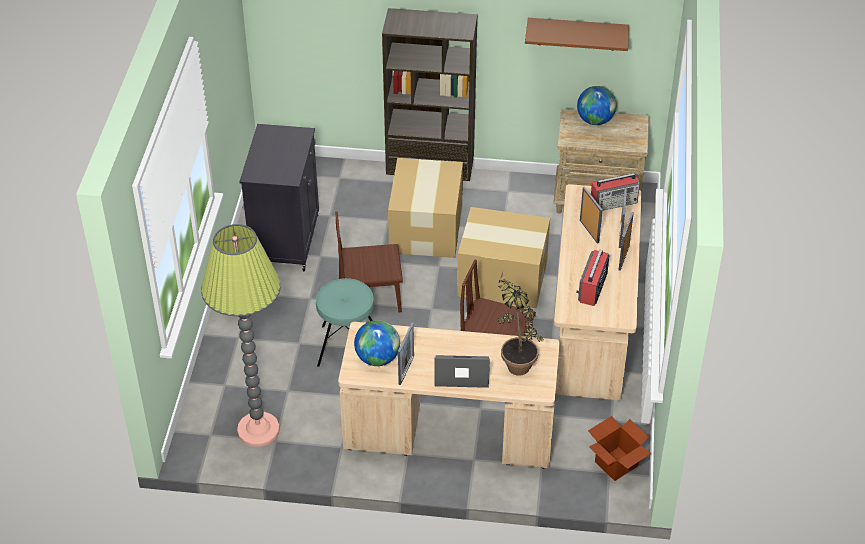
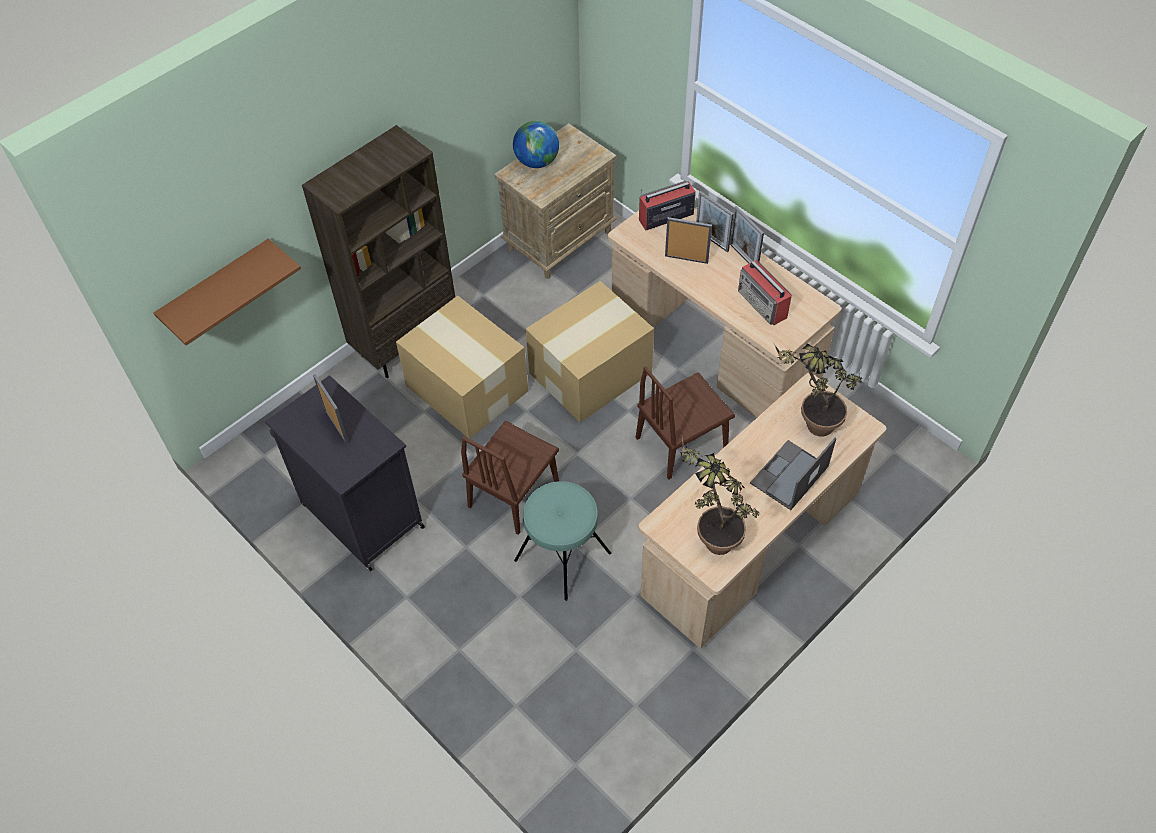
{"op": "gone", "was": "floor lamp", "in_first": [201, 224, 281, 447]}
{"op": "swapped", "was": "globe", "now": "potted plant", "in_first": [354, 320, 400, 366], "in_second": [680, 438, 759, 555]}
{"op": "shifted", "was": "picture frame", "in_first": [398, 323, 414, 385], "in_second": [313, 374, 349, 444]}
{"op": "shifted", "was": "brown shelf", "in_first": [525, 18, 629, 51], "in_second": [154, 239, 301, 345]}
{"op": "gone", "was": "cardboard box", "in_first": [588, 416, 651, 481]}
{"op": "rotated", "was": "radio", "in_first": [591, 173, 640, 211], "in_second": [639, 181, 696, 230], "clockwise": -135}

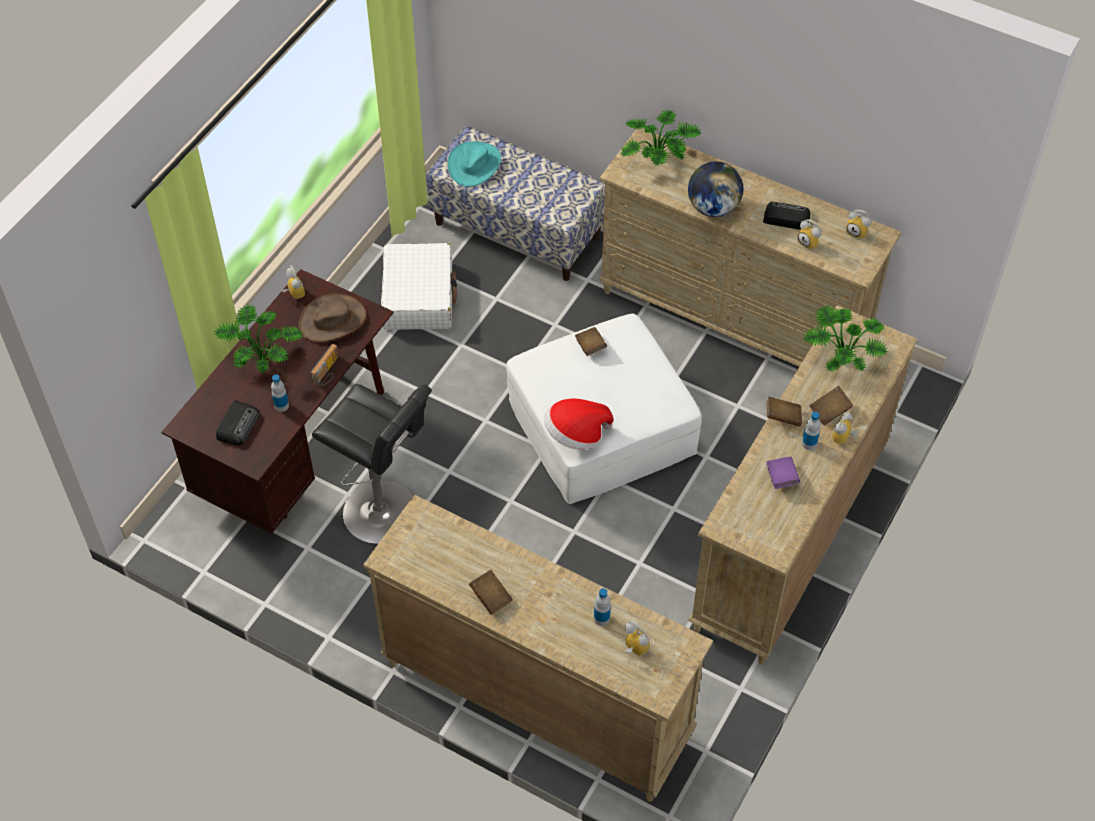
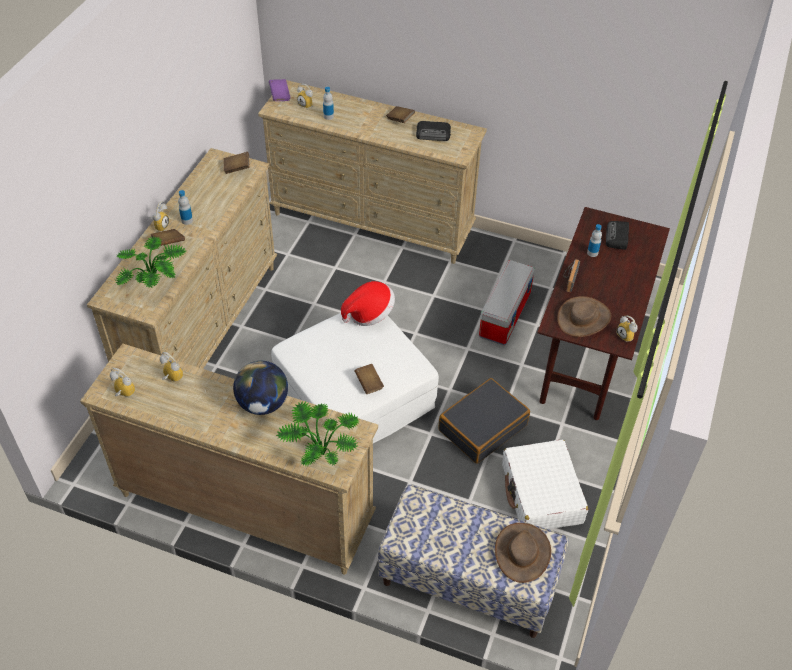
{"op": "gone", "was": "potted plant", "in_first": [214, 304, 303, 373]}
{"op": "swapped", "was": "black stool", "now": "storage box", "in_first": [312, 384, 432, 544], "in_second": [479, 260, 535, 345]}
{"op": "repainted", "was": "turquoise hat", "now": "brown hat", "in_first": [448, 141, 501, 187], "in_second": [495, 523, 551, 583]}
{"op": "shifted", "was": "radio", "in_first": [763, 202, 810, 230], "in_second": [416, 121, 451, 141]}
{"op": "shifted", "was": "brown book", "in_first": [766, 397, 802, 426], "in_second": [224, 152, 250, 174]}
{"op": "shifted", "was": "purple book", "in_first": [766, 456, 800, 489], "in_second": [269, 79, 291, 101]}
{"op": "new", "now": "black suitcase", "in_second": [439, 378, 530, 464]}

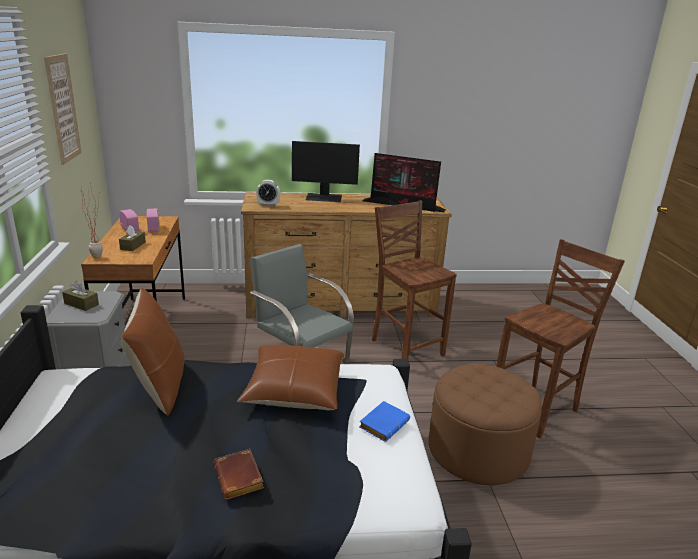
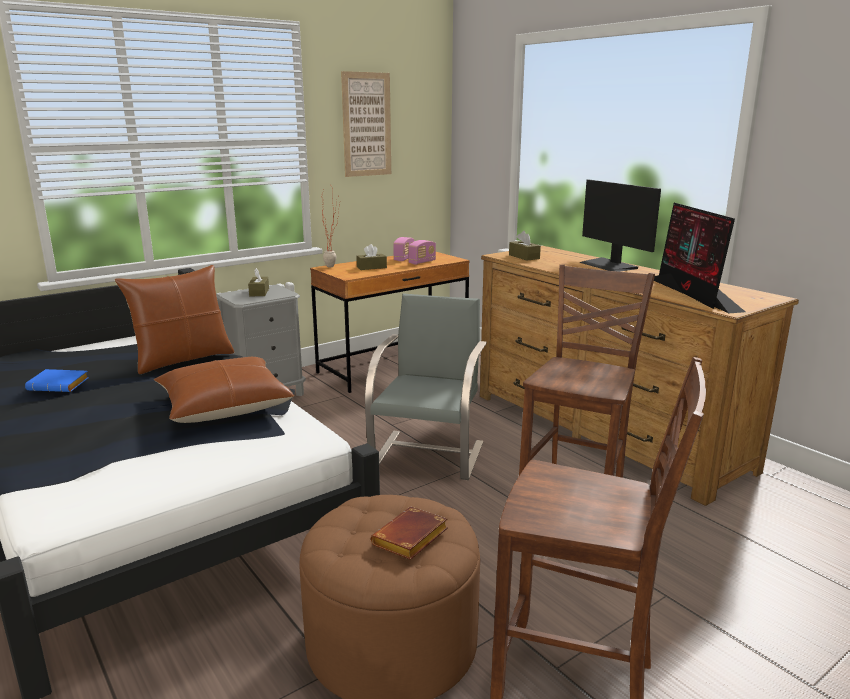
{"op": "shifted", "was": "brown book", "in_first": [213, 449, 264, 500], "in_second": [371, 507, 448, 560]}
{"op": "swapped", "was": "alarm clock", "now": "brown tissue box", "in_first": [256, 180, 280, 206], "in_second": [509, 231, 541, 261]}
{"op": "shifted", "was": "blue book", "in_first": [359, 401, 410, 442], "in_second": [25, 369, 89, 392]}

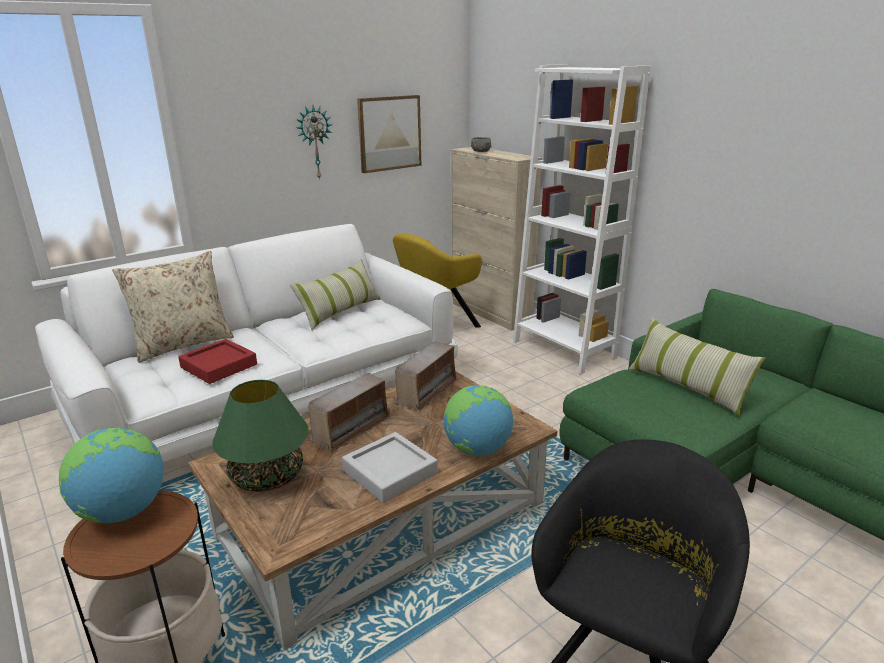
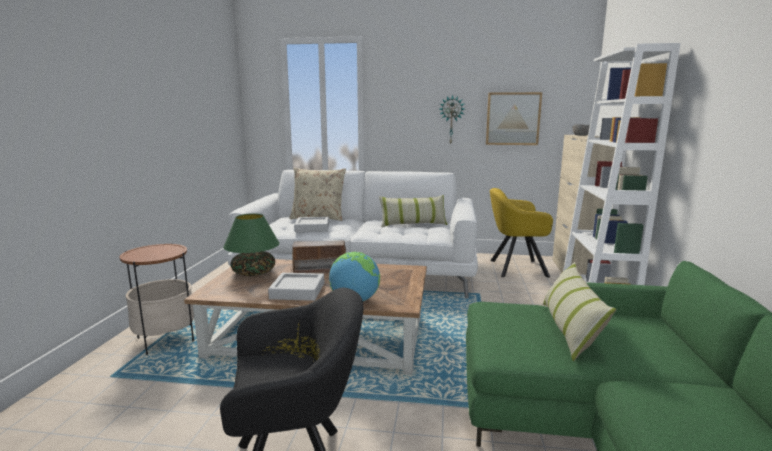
{"op": "gone", "was": "globe", "in_first": [59, 428, 164, 523]}
{"op": "repainted", "was": "red tray", "now": "grey tray", "in_first": [178, 339, 257, 384], "in_second": [294, 217, 329, 232]}
{"op": "gone", "was": "radio", "in_first": [393, 341, 458, 411]}

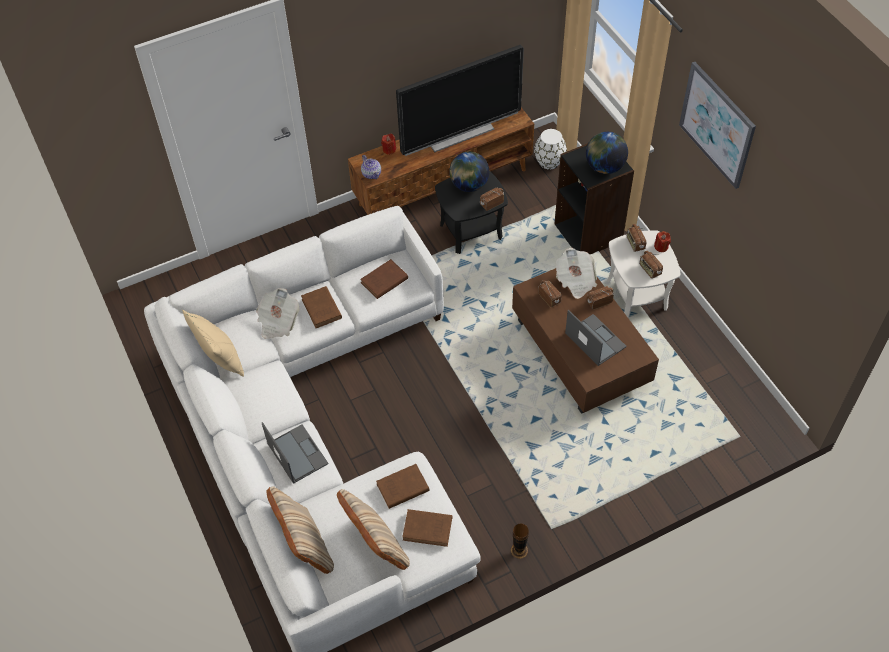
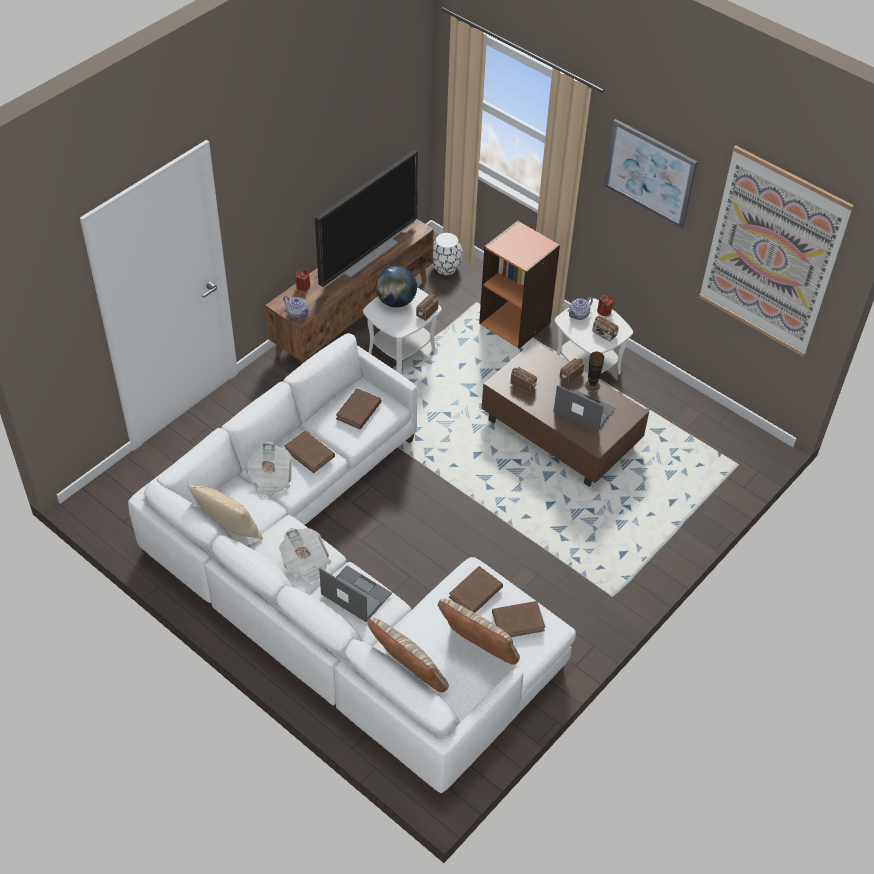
{"op": "repainted", "was": "black side table", "now": "white side table", "in_first": [435, 171, 508, 254], "in_second": [363, 288, 442, 375]}
{"op": "shifted", "was": "vase", "in_first": [511, 523, 529, 559], "in_second": [584, 352, 604, 392]}
{"op": "repainted", "was": "black bookcase", "now": "orange bookcase", "in_first": [555, 143, 634, 254], "in_second": [479, 221, 560, 349]}
{"op": "shifted", "was": "newspaper", "in_first": [556, 248, 597, 299], "in_second": [279, 528, 331, 583]}
{"op": "gone", "was": "globe", "in_first": [586, 132, 628, 174]}
{"op": "swapped", "was": "radio", "now": "teapot", "in_first": [627, 224, 647, 252], "in_second": [568, 297, 593, 320]}
{"op": "new", "now": "picture", "in_second": [699, 145, 854, 357]}

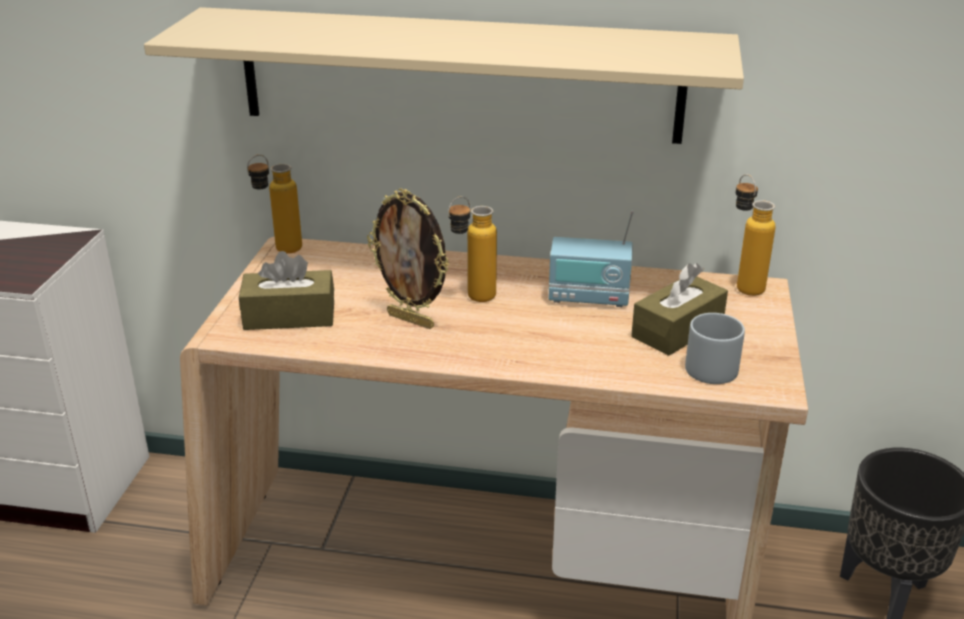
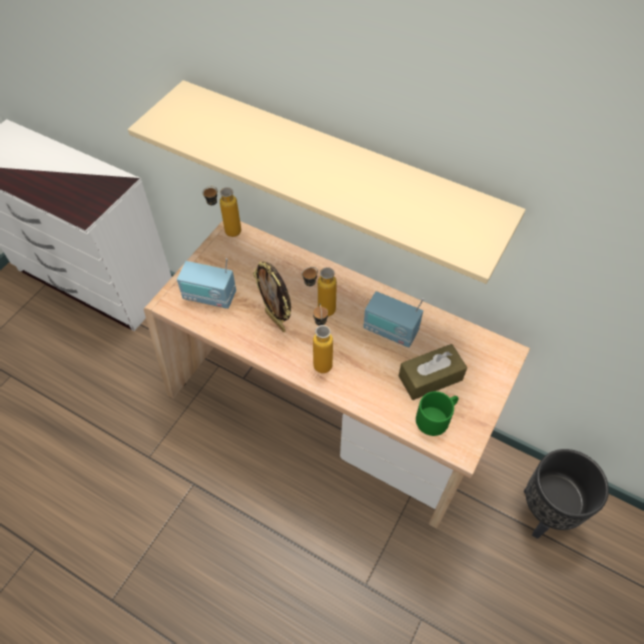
{"op": "swapped", "was": "brown tissue box", "now": "radio", "in_first": [239, 251, 334, 330], "in_second": [177, 258, 236, 309]}
{"op": "repainted", "was": "grey mug", "now": "green mug", "in_first": [685, 313, 745, 384], "in_second": [416, 391, 459, 436]}
{"op": "shifted", "was": "bottle", "in_first": [736, 174, 776, 296], "in_second": [313, 303, 333, 373]}

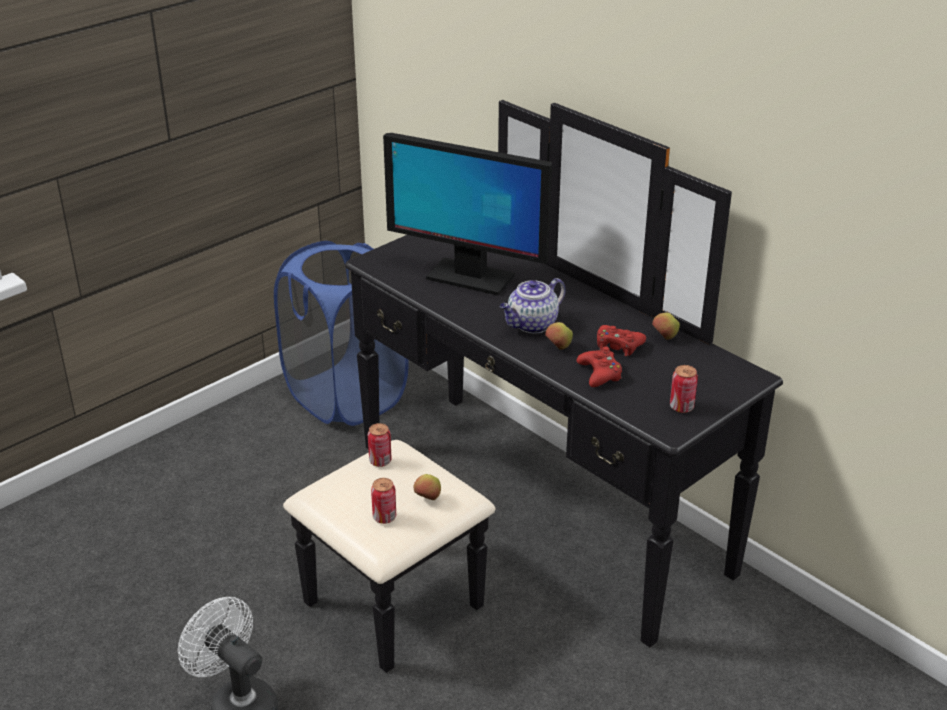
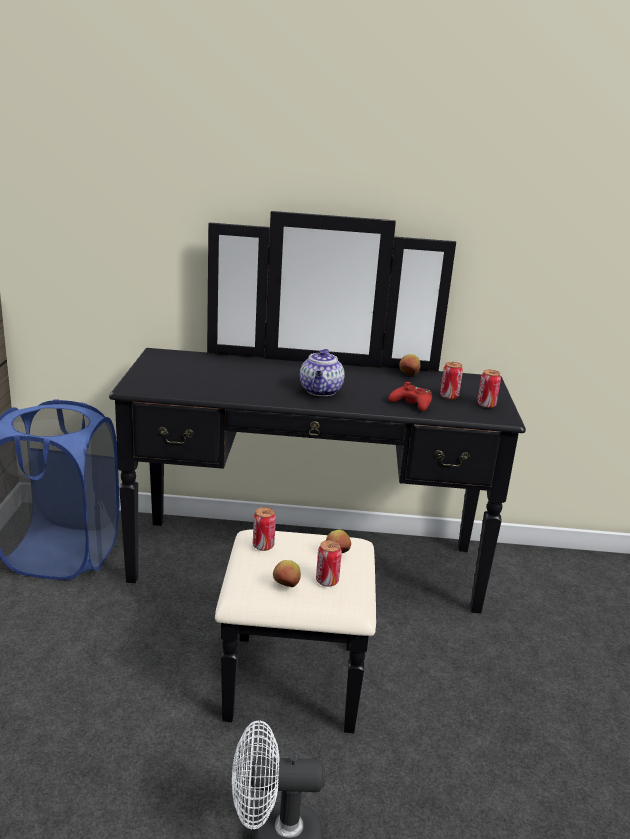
{"op": "gone", "was": "monitor", "in_first": [383, 133, 552, 296]}
{"op": "shifted", "was": "apple", "in_first": [545, 322, 573, 350], "in_second": [273, 560, 301, 587]}
{"op": "gone", "was": "red game controller", "in_first": [597, 325, 646, 356]}
{"op": "new", "now": "can", "in_second": [440, 362, 463, 400]}

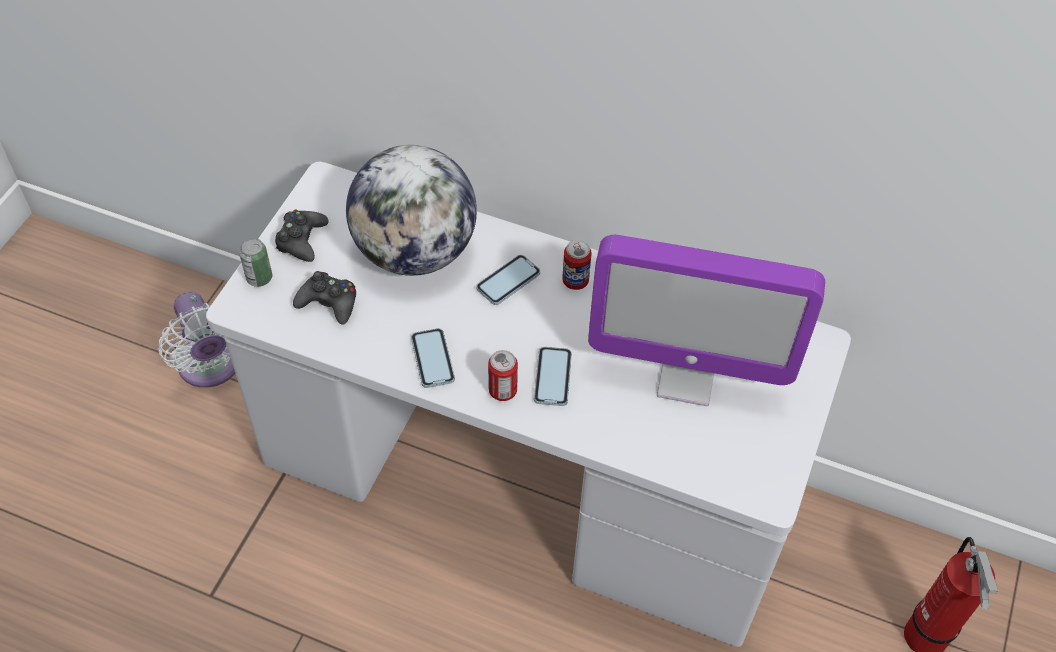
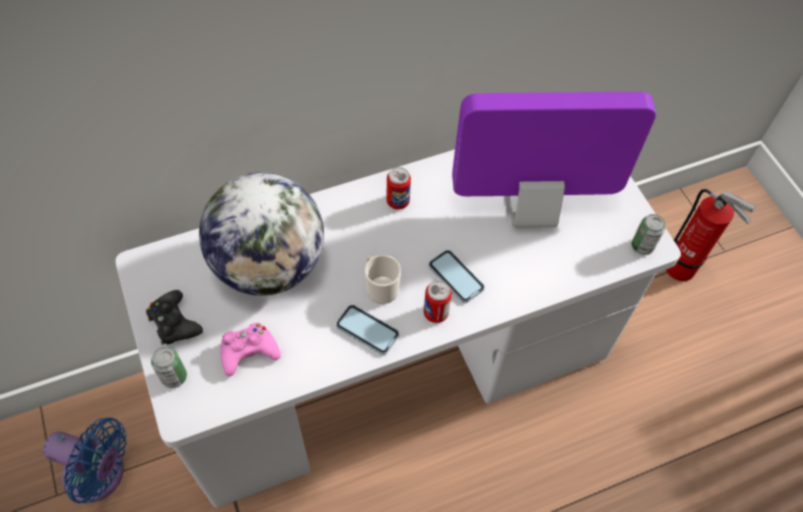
{"op": "repainted", "was": "white fan", "now": "blue fan", "in_first": [158, 292, 235, 388], "in_second": [43, 417, 127, 504]}
{"op": "repainted", "was": "black game controller", "now": "pink game controller", "in_first": [293, 271, 356, 324], "in_second": [220, 323, 281, 376]}
{"op": "gone", "was": "phone", "in_first": [476, 255, 540, 305]}
{"op": "rotated", "was": "monitor", "in_first": [588, 235, 825, 406], "in_second": [452, 92, 656, 228], "clockwise": -150}
{"op": "new", "now": "mug", "in_second": [365, 255, 401, 304]}
{"op": "new", "now": "can", "in_second": [631, 214, 665, 255]}

